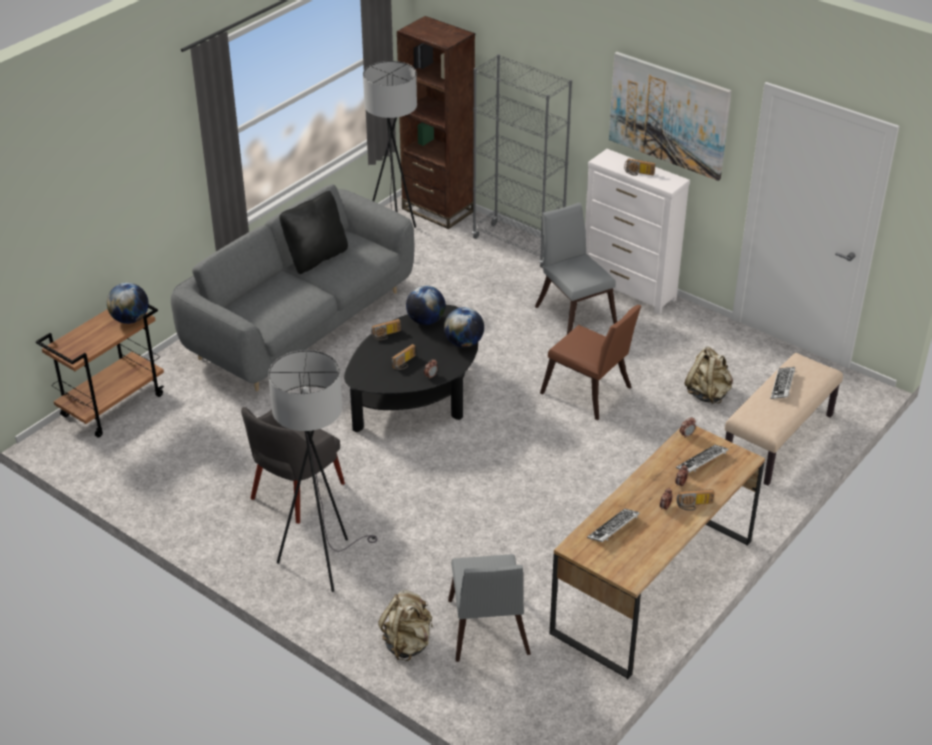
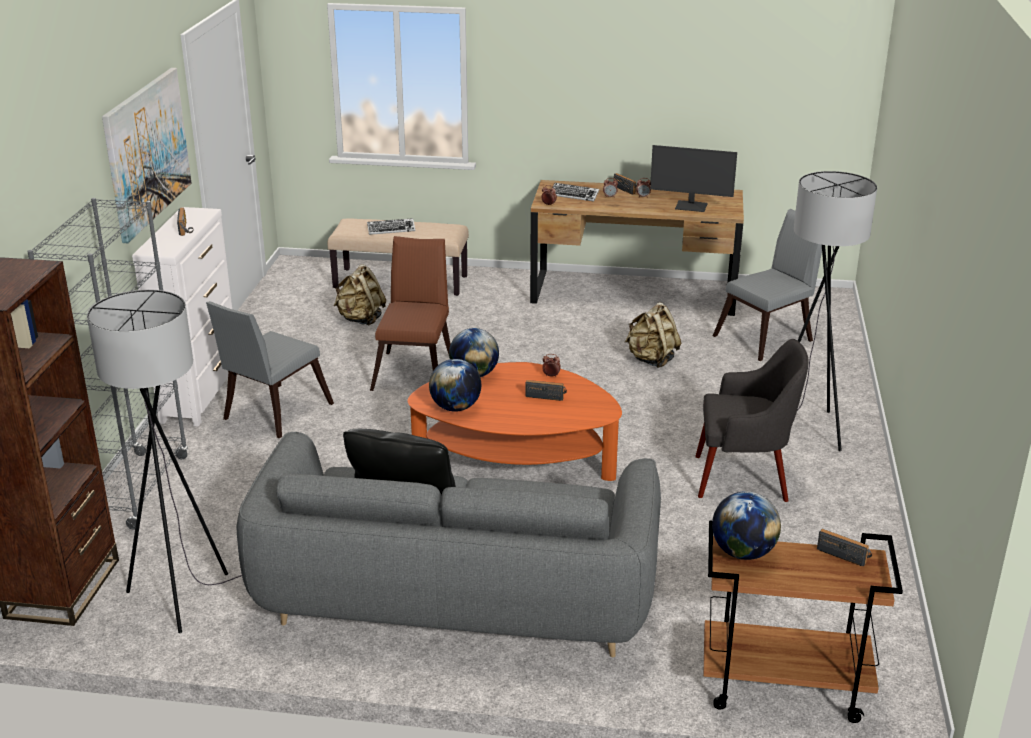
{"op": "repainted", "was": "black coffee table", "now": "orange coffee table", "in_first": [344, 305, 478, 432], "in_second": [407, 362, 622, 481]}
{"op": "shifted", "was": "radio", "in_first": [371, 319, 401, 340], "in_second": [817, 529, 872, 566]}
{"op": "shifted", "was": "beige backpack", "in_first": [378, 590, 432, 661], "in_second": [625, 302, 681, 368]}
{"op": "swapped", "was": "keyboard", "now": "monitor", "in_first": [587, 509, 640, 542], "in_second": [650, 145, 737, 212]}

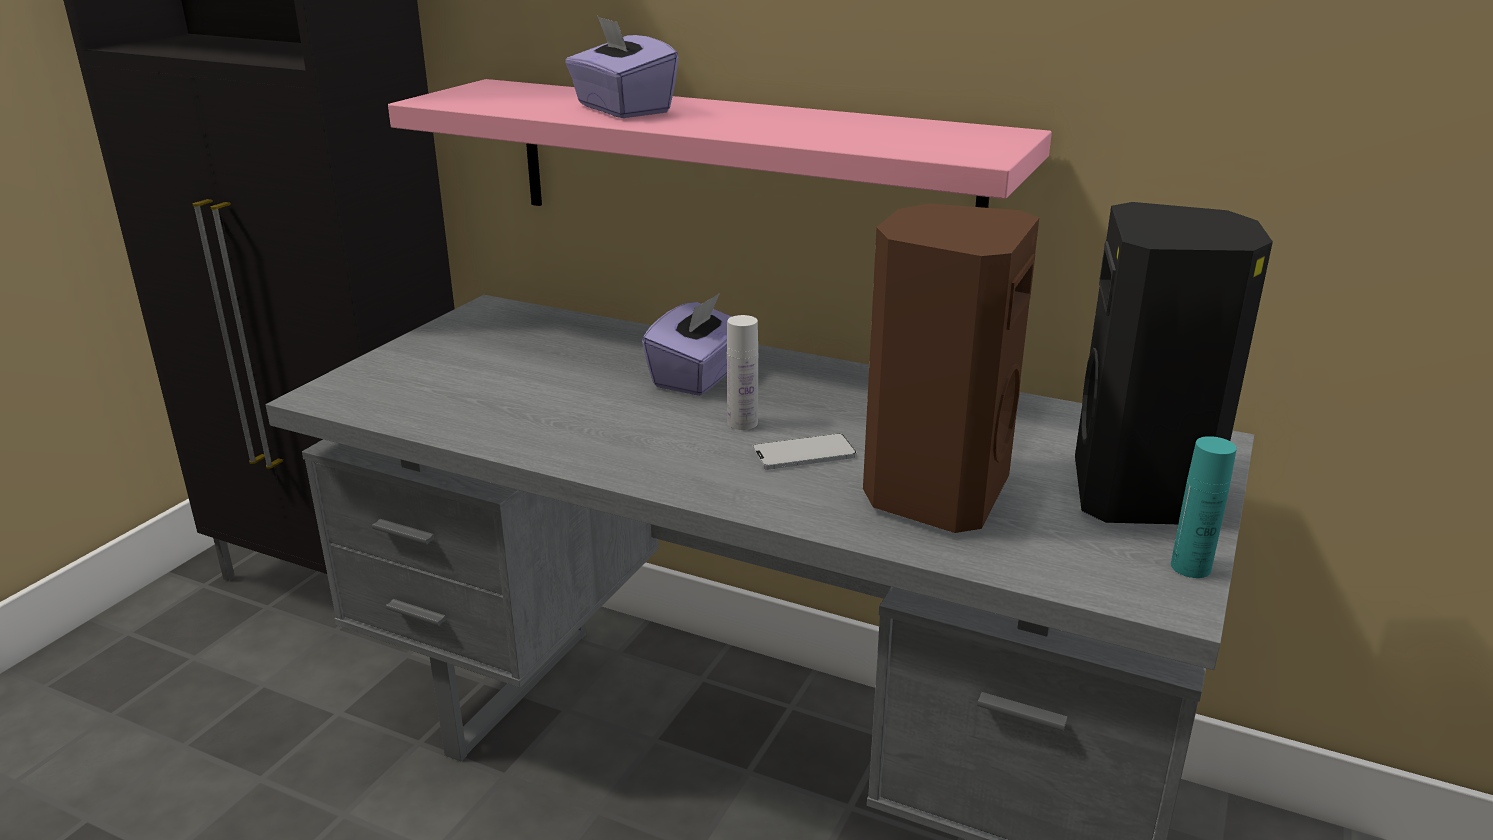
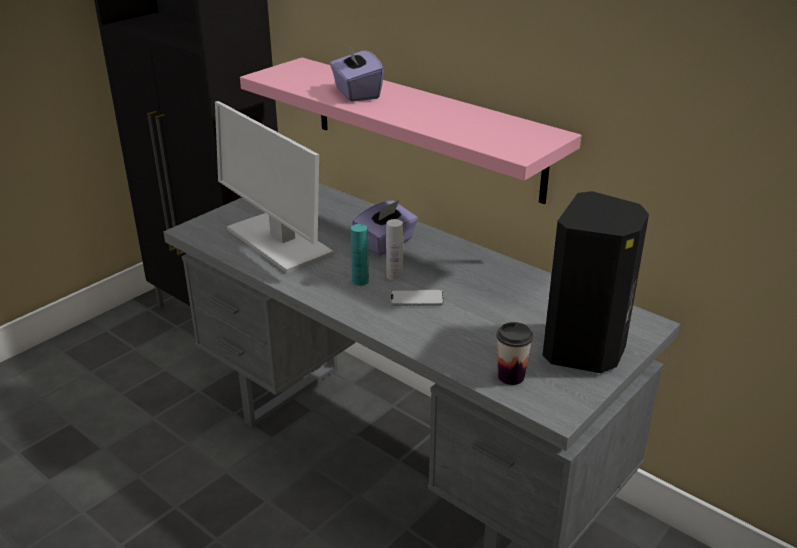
{"op": "gone", "was": "brown speaker", "in_first": [863, 204, 1039, 533]}
{"op": "shifted", "was": "turquoise bottle", "in_first": [1171, 436, 1237, 578], "in_second": [351, 224, 369, 286]}
{"op": "new", "now": "monitor", "in_second": [215, 101, 334, 273]}
{"op": "new", "now": "cup", "in_second": [496, 322, 533, 385]}

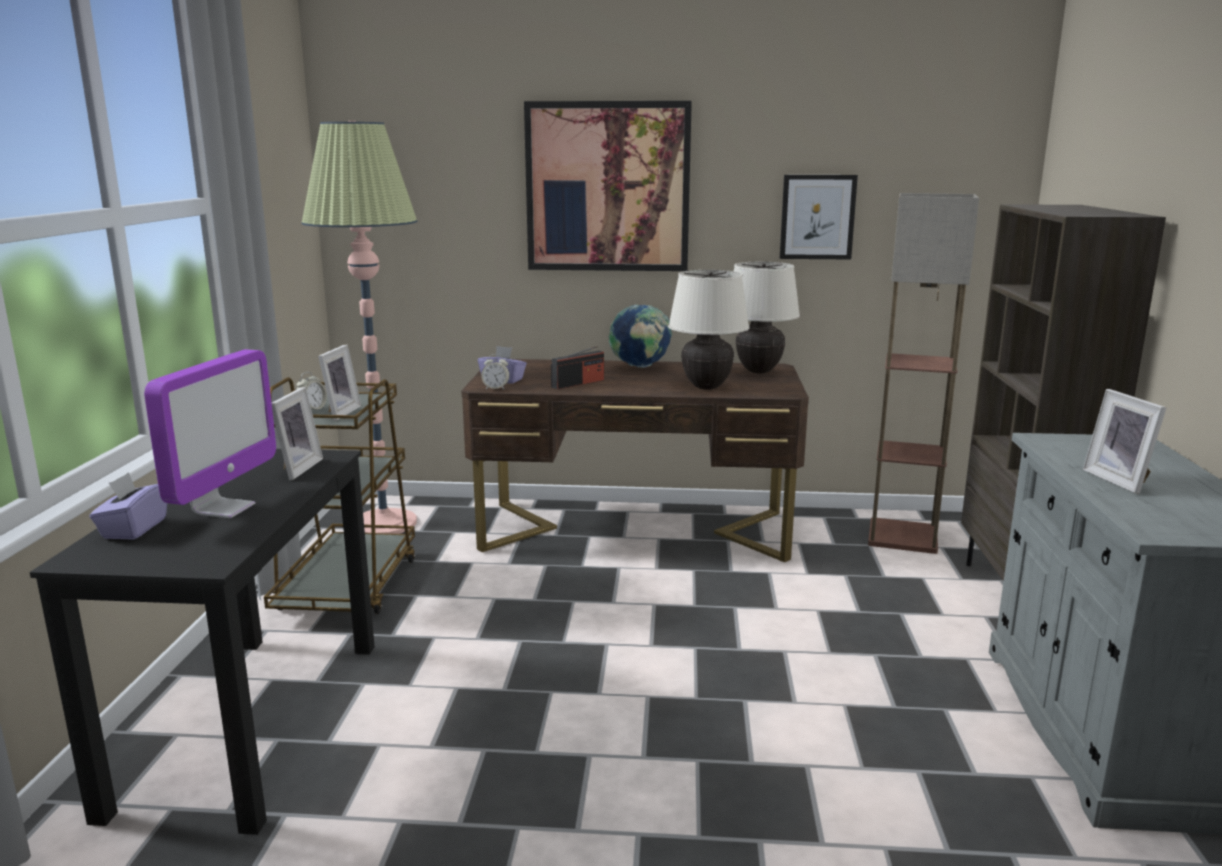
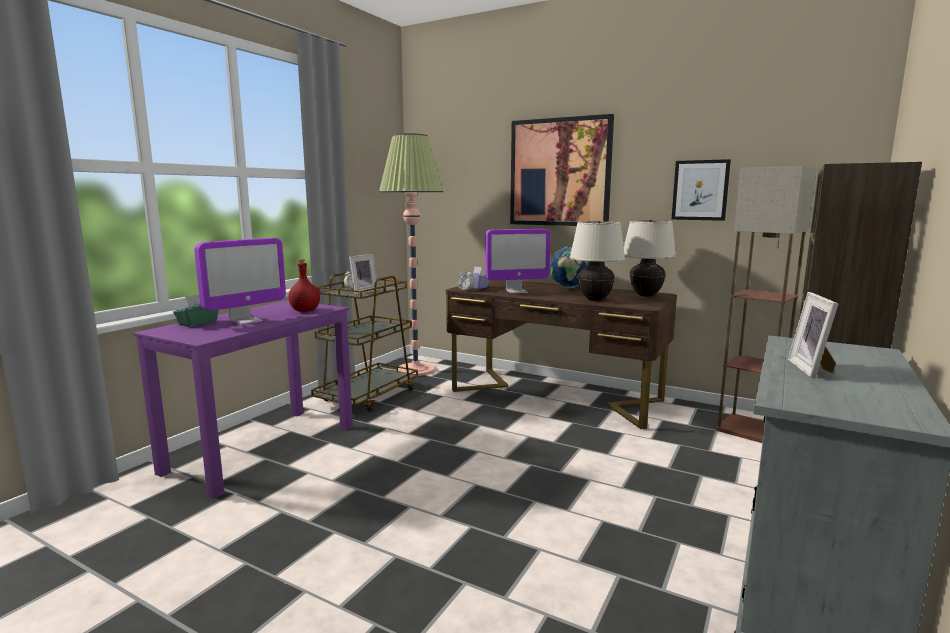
{"op": "repainted", "was": "black desk", "now": "purple desk", "in_first": [30, 449, 375, 835], "in_second": [133, 300, 353, 499]}
{"op": "repainted", "was": "purple tissue box", "now": "green tissue box", "in_first": [89, 472, 167, 540], "in_second": [173, 294, 218, 327]}
{"op": "swapped", "was": "picture frame", "now": "red bottle", "in_first": [272, 387, 323, 480], "in_second": [288, 259, 320, 312]}
{"op": "swapped", "was": "radio", "now": "monitor", "in_first": [551, 346, 604, 389], "in_second": [485, 229, 551, 294]}

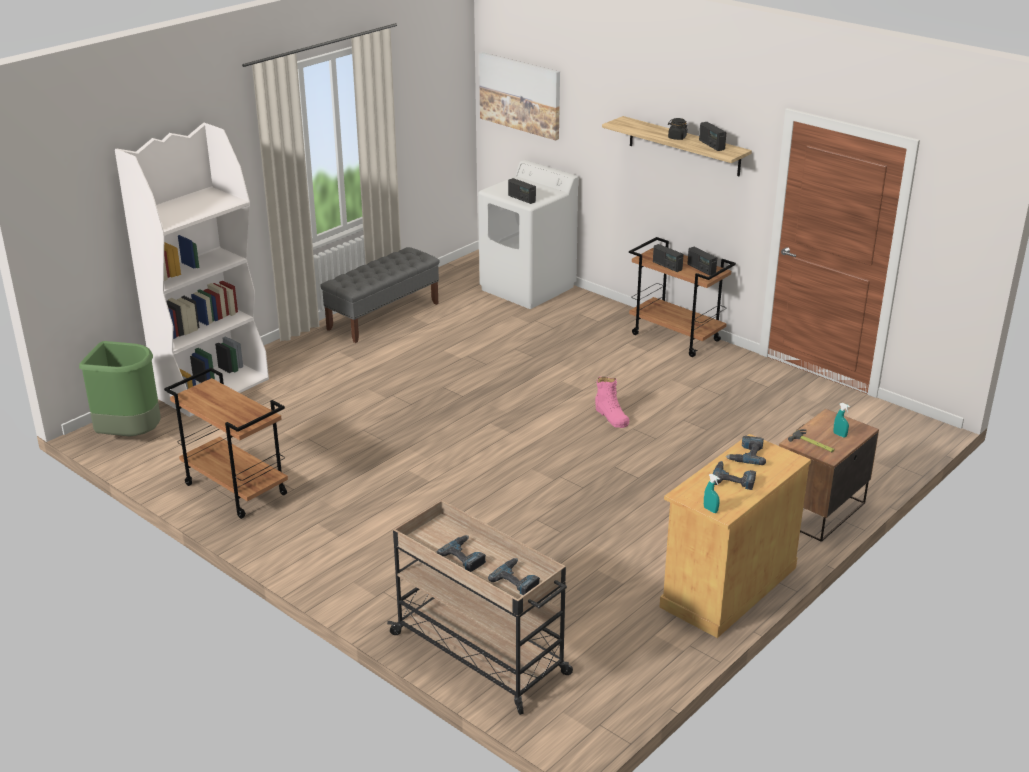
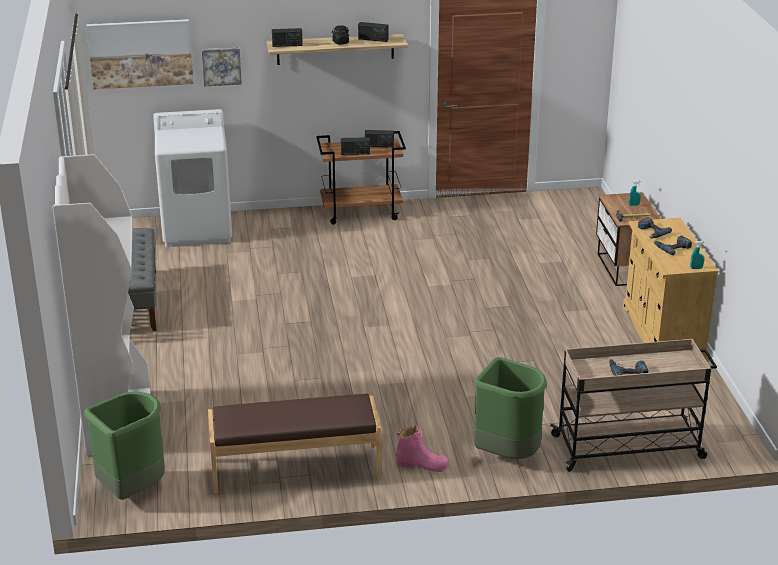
{"op": "swapped", "was": "brown cart", "now": "brown bench", "in_first": [164, 368, 288, 519], "in_second": [208, 394, 381, 493]}
{"op": "gone", "was": "power drill", "in_first": [488, 558, 540, 595]}
{"op": "shifted", "was": "radio", "in_first": [508, 178, 536, 204], "in_second": [272, 28, 303, 47]}
{"op": "shifted", "was": "pink boot", "in_first": [595, 377, 629, 428], "in_second": [396, 426, 448, 472]}
{"op": "new", "now": "picture", "in_second": [202, 47, 242, 87]}
{"op": "new", "now": "green trash can", "in_second": [474, 357, 547, 459]}

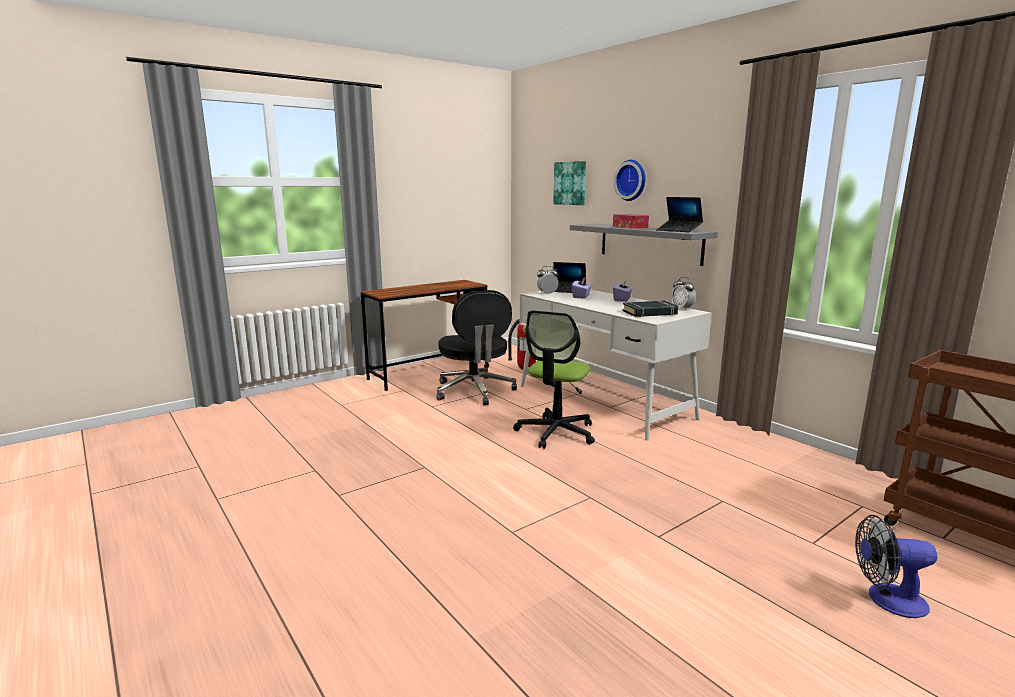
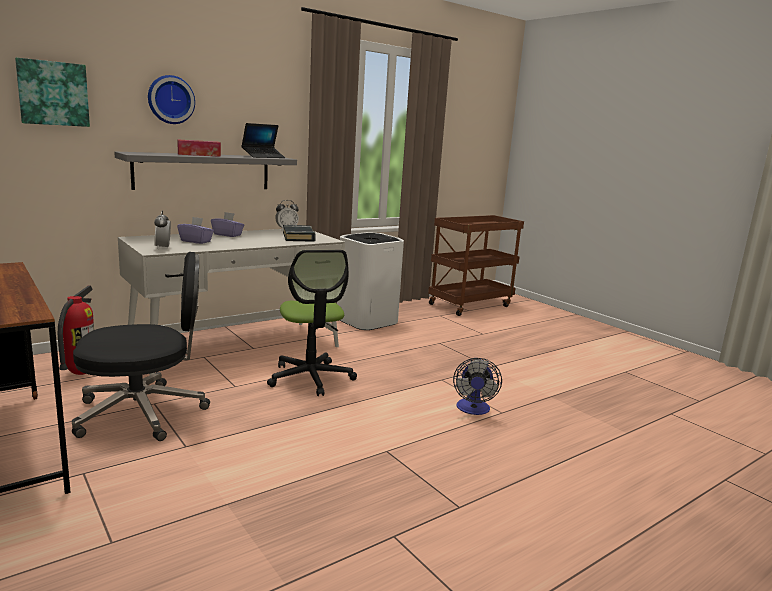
{"op": "rotated", "was": "office chair", "in_first": [513, 310, 595, 449], "in_second": [267, 250, 357, 396], "clockwise": 45}
{"op": "gone", "was": "laptop", "in_first": [553, 262, 586, 293]}
{"op": "shifted", "was": "fan", "in_first": [855, 515, 938, 618], "in_second": [453, 358, 502, 415]}
{"op": "new", "now": "white trash can", "in_second": [337, 232, 404, 330]}

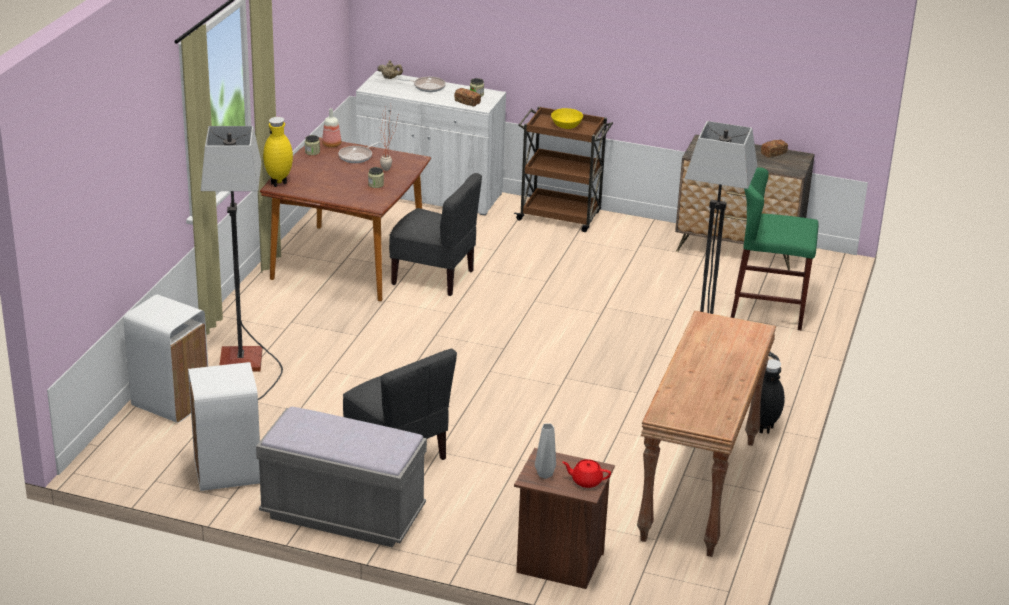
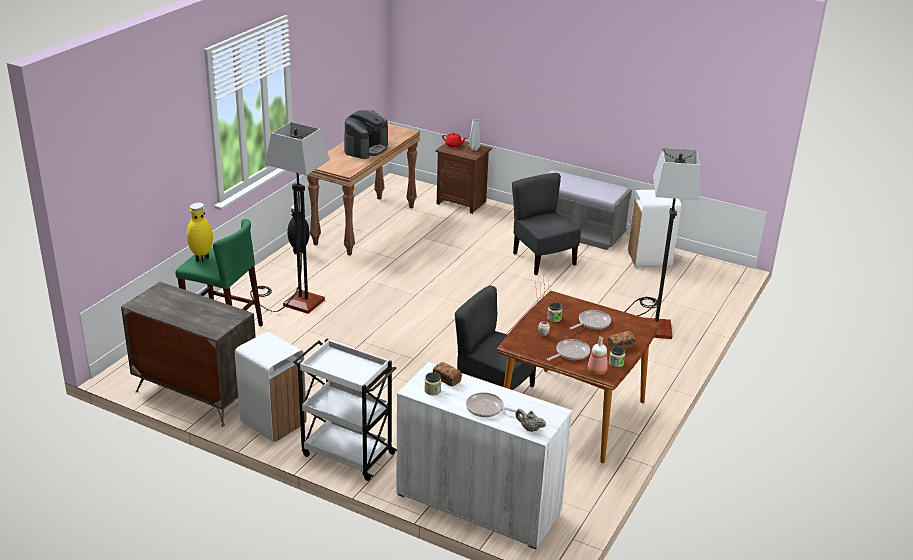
{"op": "shifted", "was": "white trash can", "in_first": [124, 294, 208, 423], "in_second": [235, 332, 307, 443]}
{"op": "shifted", "was": "yellow vase", "in_first": [263, 117, 293, 187], "in_second": [187, 203, 213, 262]}
{"op": "repainted", "was": "brown cart", "now": "white cart", "in_first": [514, 106, 613, 232], "in_second": [293, 339, 397, 481]}
{"op": "gone", "was": "yellow bowl", "in_first": [551, 108, 583, 129]}
{"op": "shifted", "was": "bread", "in_first": [761, 140, 788, 158], "in_second": [608, 331, 636, 349]}
{"op": "new", "now": "coffee machine", "in_second": [344, 110, 388, 159]}
{"op": "new", "now": "frying pan", "in_second": [569, 310, 611, 329]}

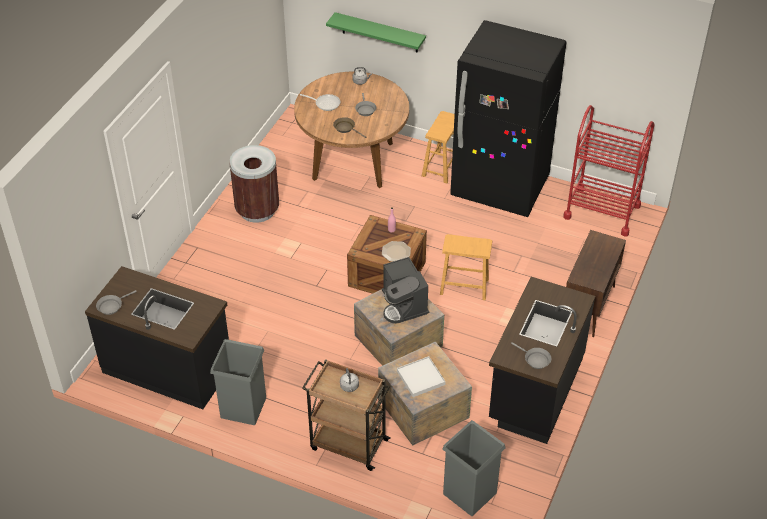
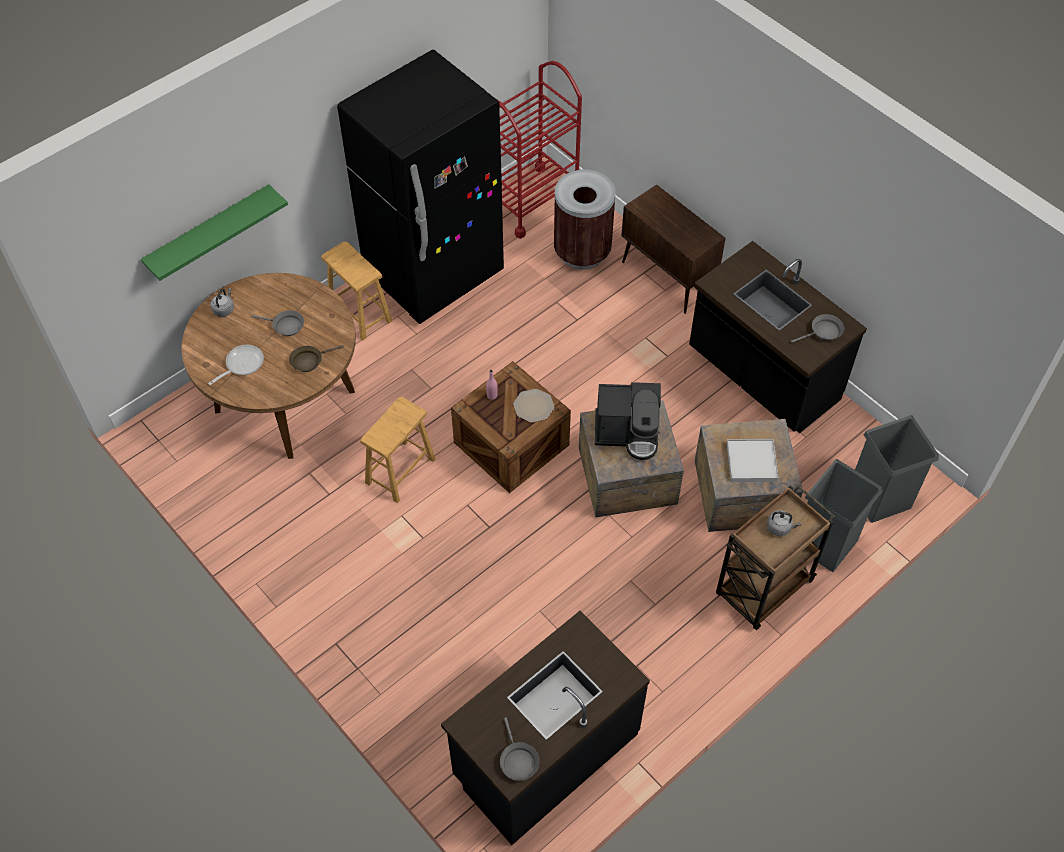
{"op": "shifted", "was": "grey trash can", "in_first": [210, 339, 266, 425], "in_second": [805, 459, 882, 572]}
{"op": "shifted", "was": "brown trash can", "in_first": [229, 145, 279, 223], "in_second": [554, 170, 616, 270]}
{"op": "shifted", "was": "brown stool", "in_first": [440, 234, 492, 300], "in_second": [360, 397, 435, 503]}

